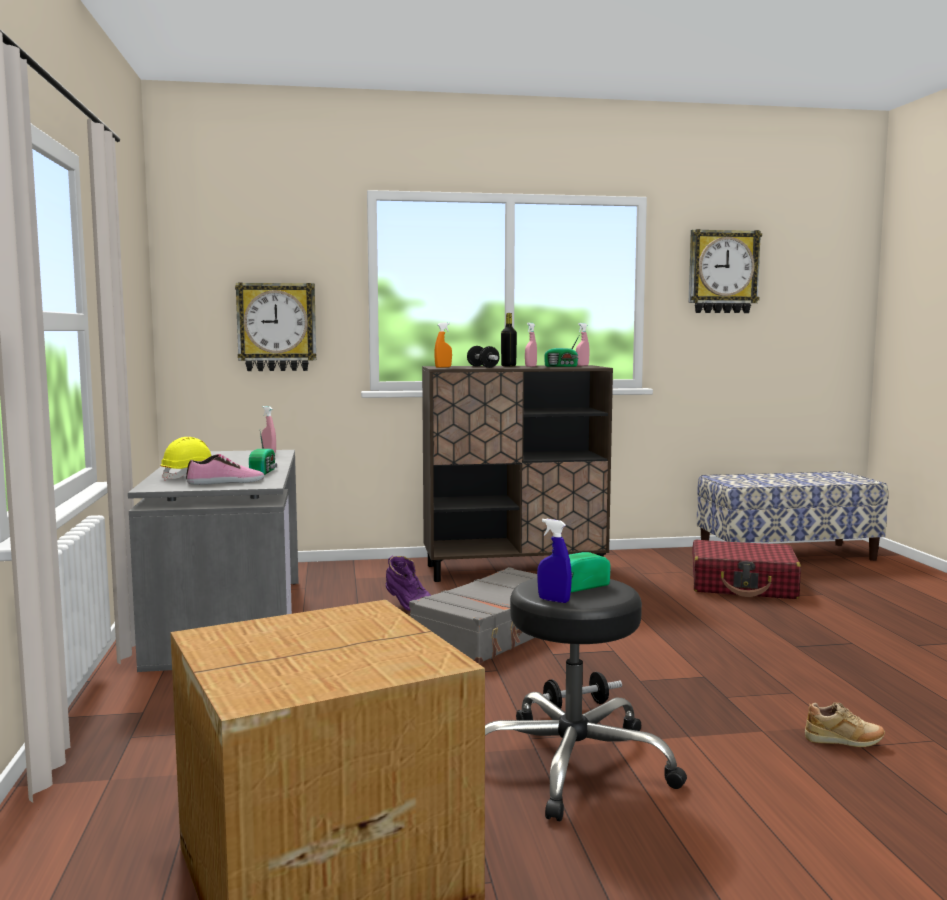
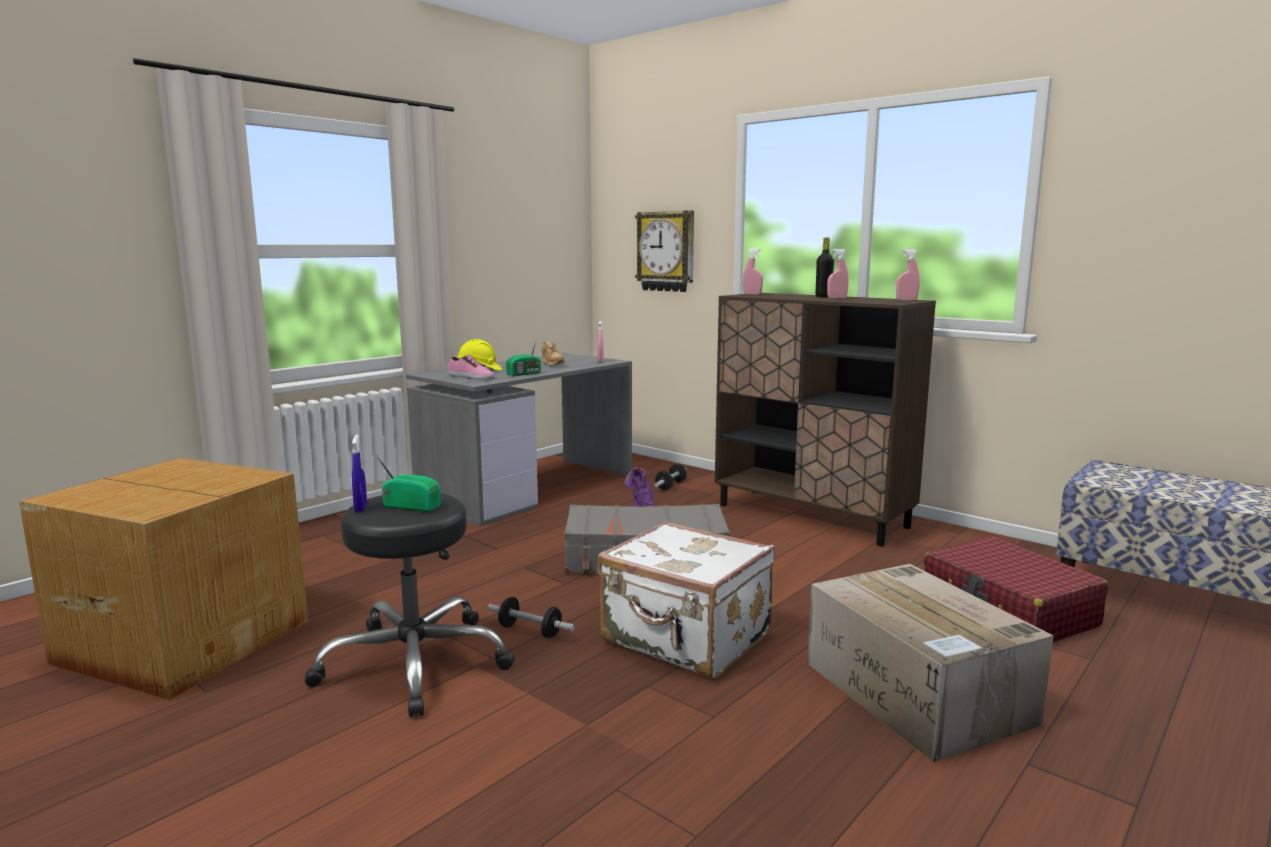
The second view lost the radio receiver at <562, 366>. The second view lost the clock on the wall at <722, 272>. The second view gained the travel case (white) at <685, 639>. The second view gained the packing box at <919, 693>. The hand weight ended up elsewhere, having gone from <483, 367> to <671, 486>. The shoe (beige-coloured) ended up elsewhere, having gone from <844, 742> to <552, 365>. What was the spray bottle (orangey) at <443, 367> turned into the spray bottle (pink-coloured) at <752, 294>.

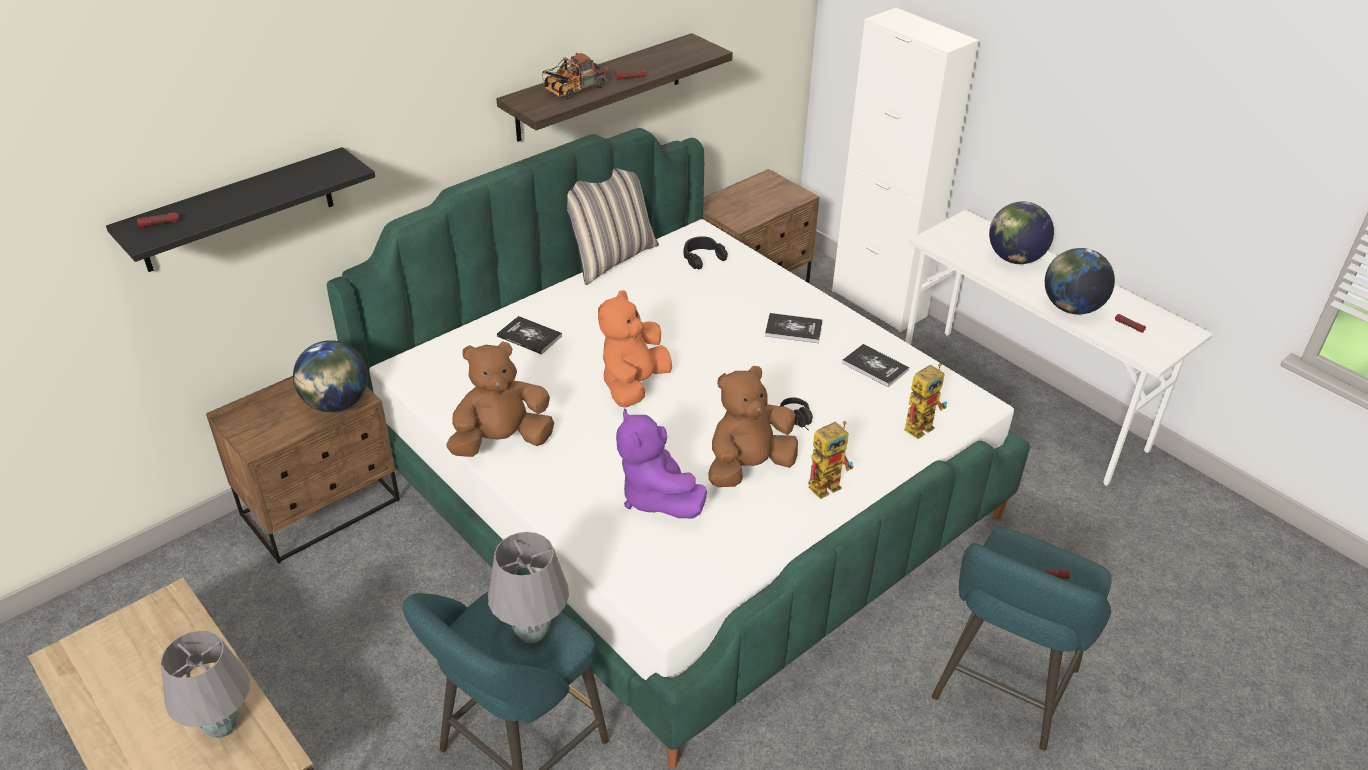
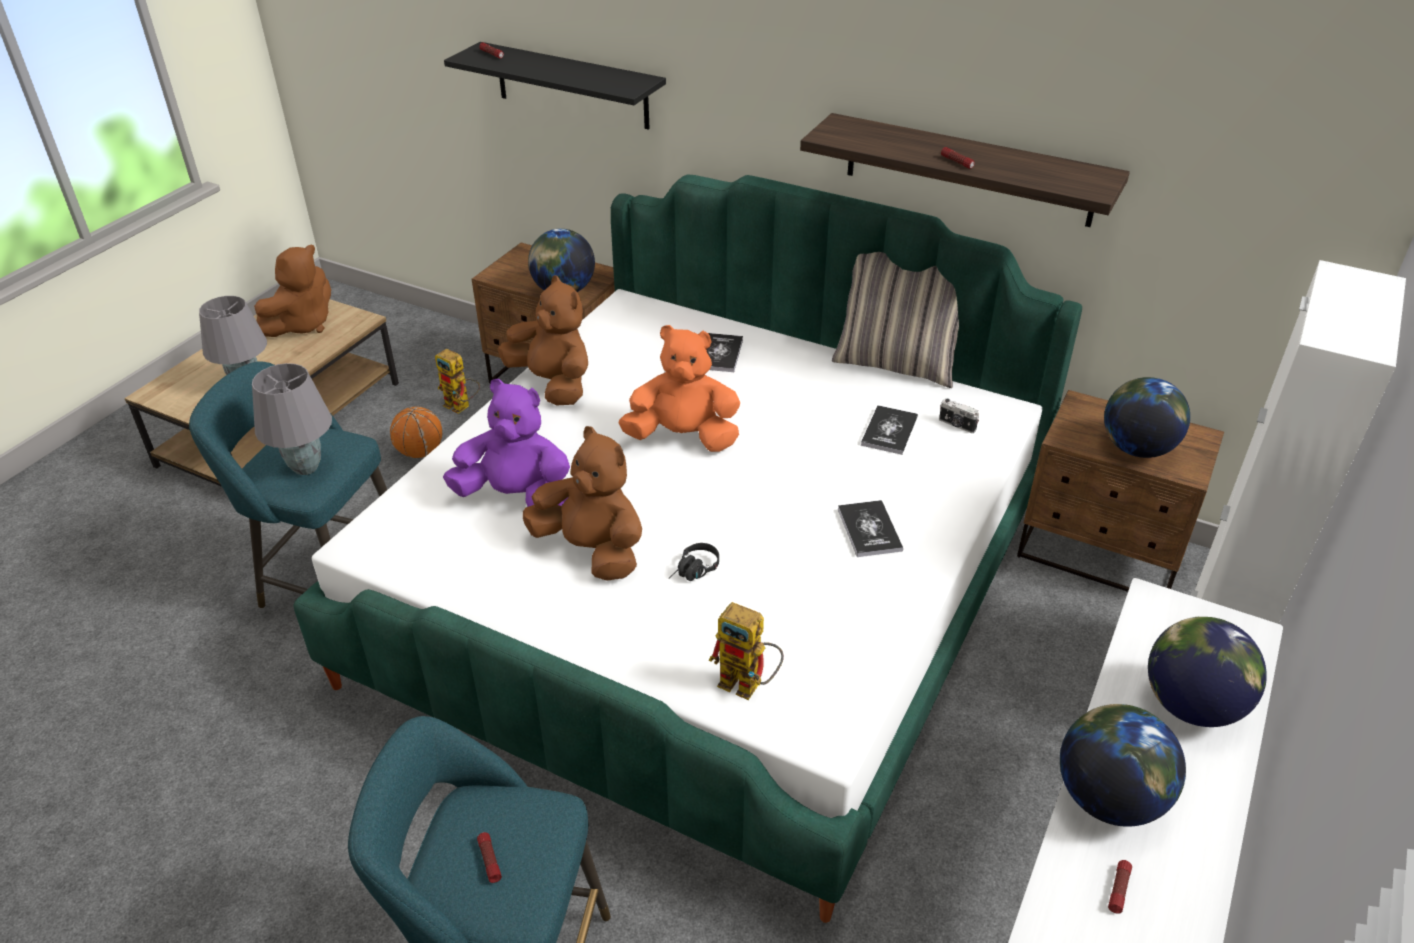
The second view lost the model truck at <572, 90>. The second view gained the cuddly toy (brown) at <302, 324>. The second view gained the basketball at <420, 452>. The second view gained the globe at <1136, 448>. The model robot ended up elsewhere, having gone from <828, 483> to <462, 406>. The volume ended up elsewhere, having gone from <875, 366> to <889, 431>. Where the headset (black) stood at <702, 257>, the photo camera came to stand at <956, 425>. The cuddly toy (purple-coloured) at <656, 497> ended up facing another way, 60 degrees clockwise from before.

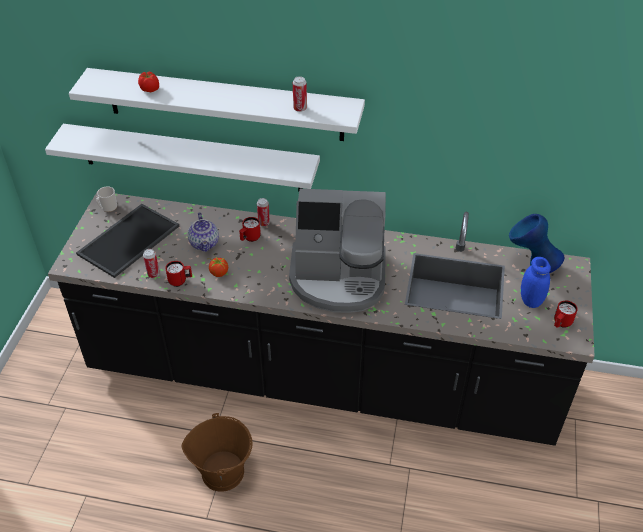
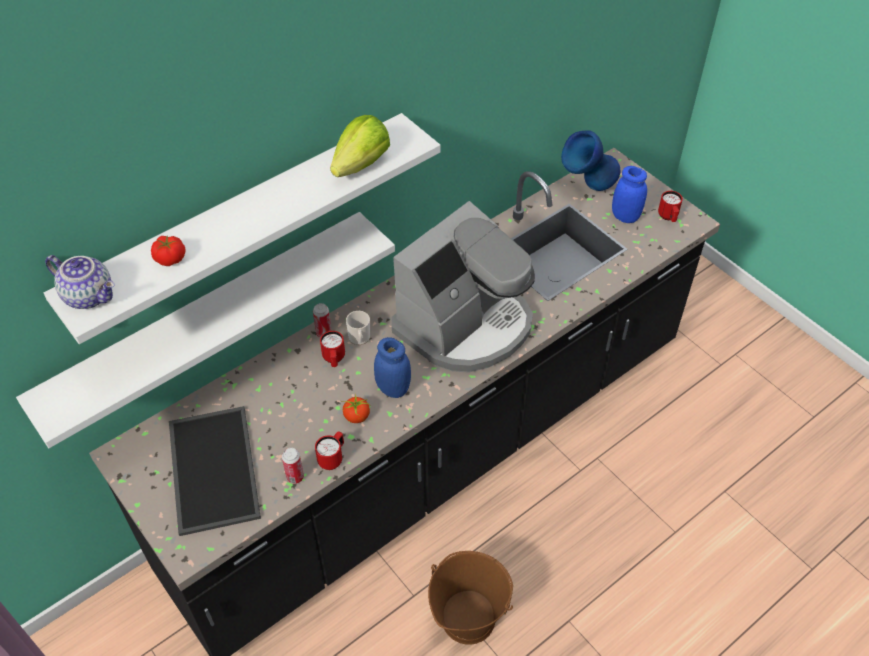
The second view gained the jar (bluish) at <393, 388>. The coffee mug ended up elsewhere, having gone from <108, 208> to <359, 339>. The pot for tea ended up elsewhere, having gone from <205, 243> to <90, 295>. Where the can stood at <300, 108>, the head of lettuce came to stand at <361, 164>.

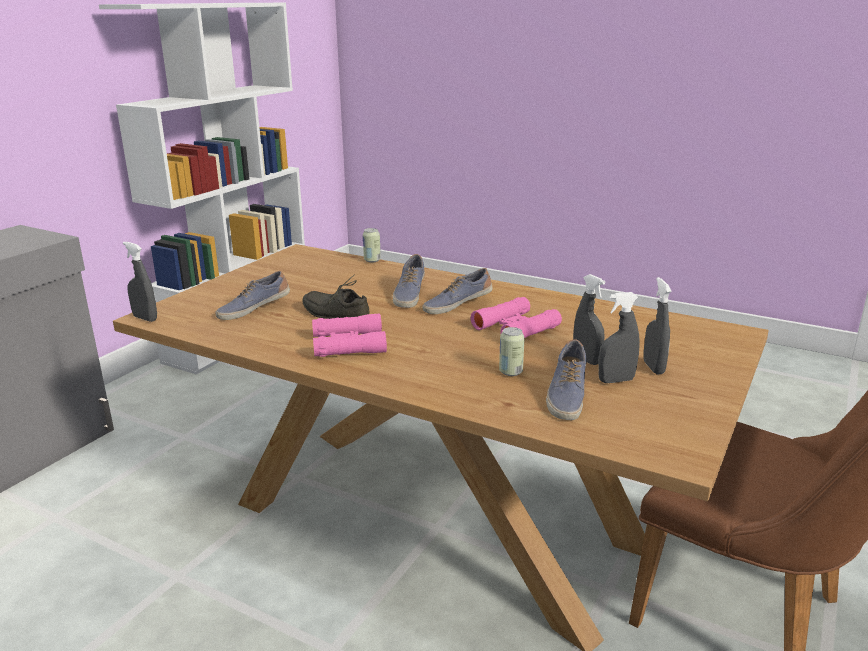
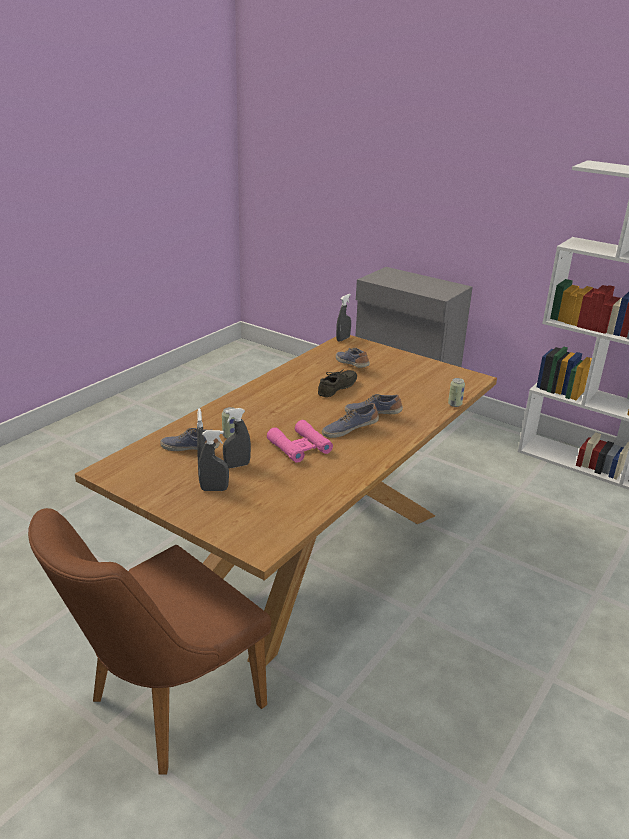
The second view lost the field glasses (pink-coloured) at <348, 344>. The shoe at <457, 305> ended up facing another way, 90 degrees counterclockwise from before.

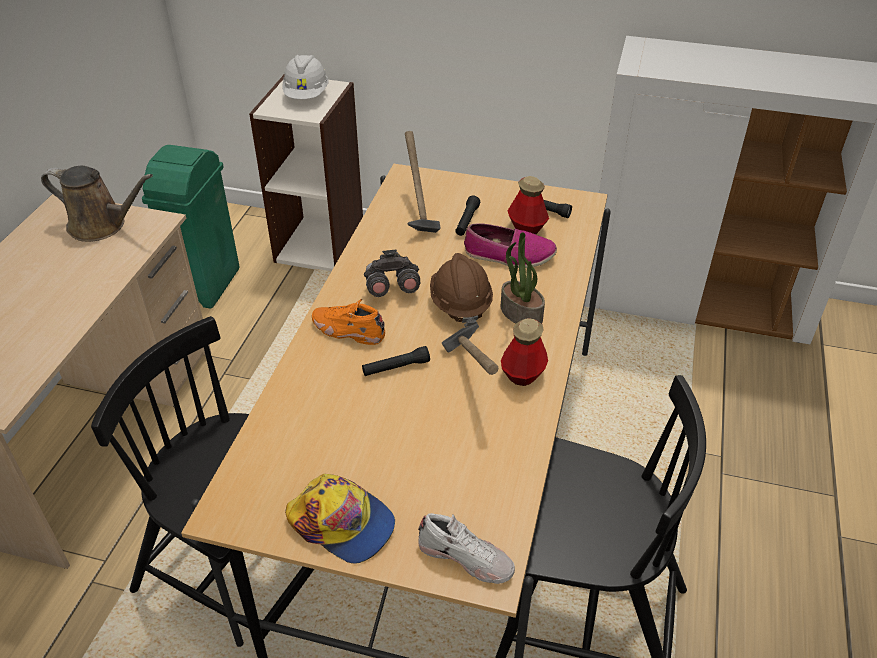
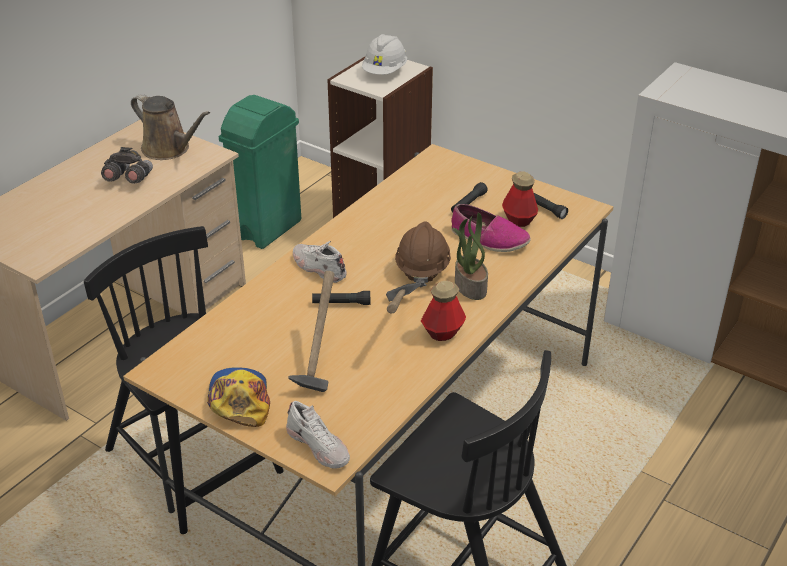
The field glasses (grey) ended up elsewhere, having gone from <391, 288> to <128, 180>. The tool hammer ended up elsewhere, having gone from <417, 212> to <318, 362>. What was the shoe (orangey) at <347, 331> turned into the shoe (white) at <318, 268>. The peaked cap at <342, 523> ended up facing another way, 150 degrees counterclockwise from before.

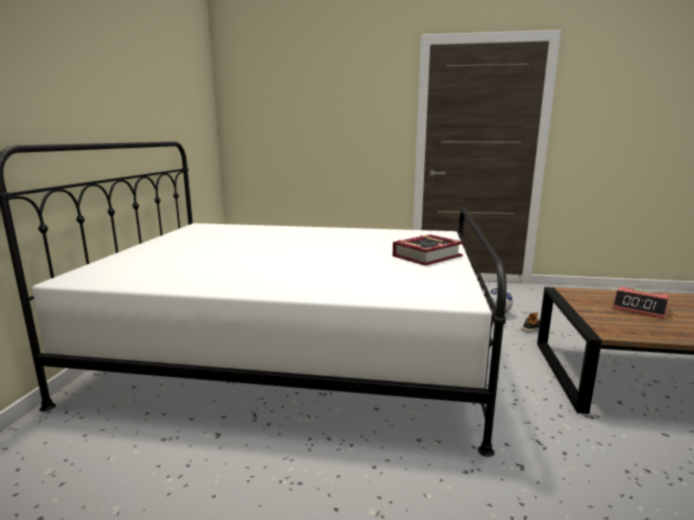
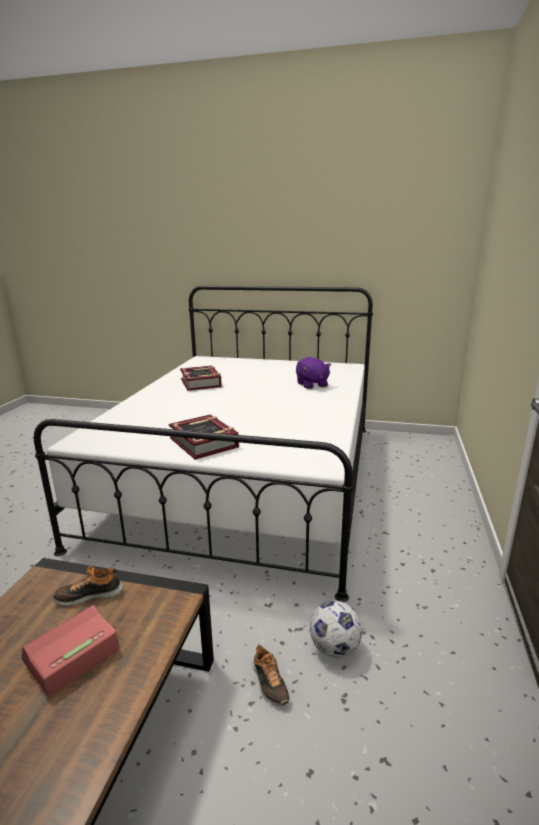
The second view gained the shoe at <89, 595>. The second view gained the volume at <201, 383>. The second view gained the cuddly toy (purple-coloured) at <311, 384>.

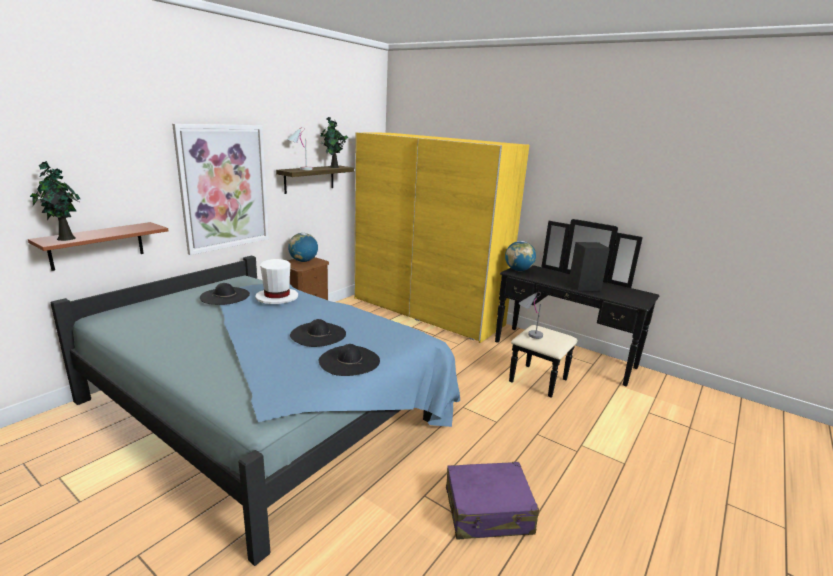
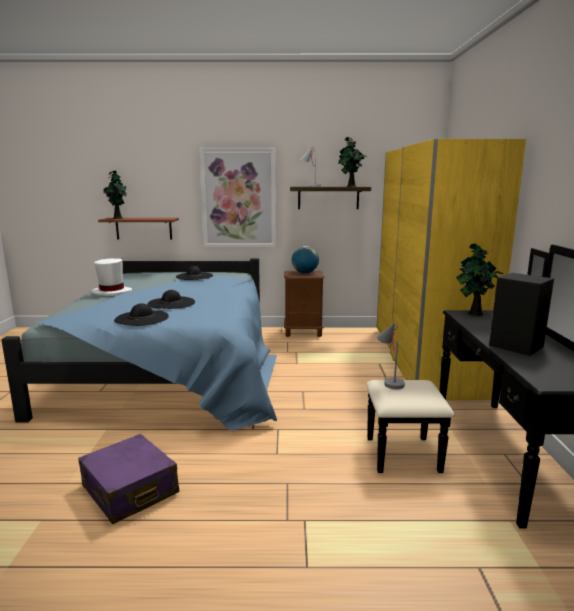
The clothing hat (white) ended up elsewhere, having gone from <277, 297> to <112, 292>. Where the globe stood at <518, 270>, the houseplant came to stand at <474, 313>.

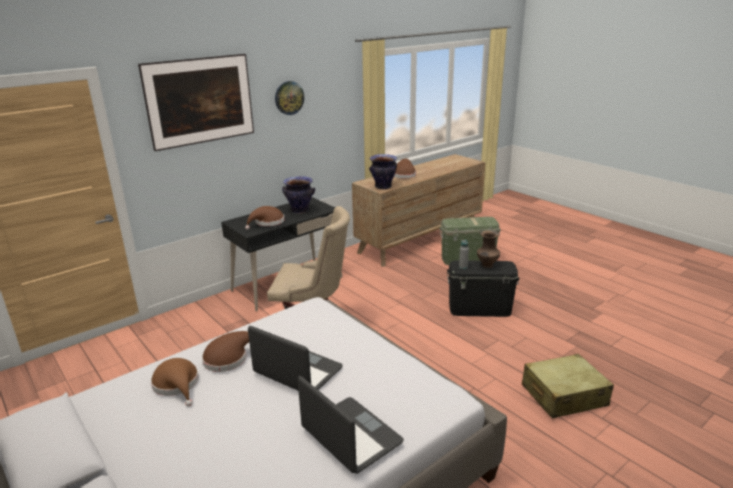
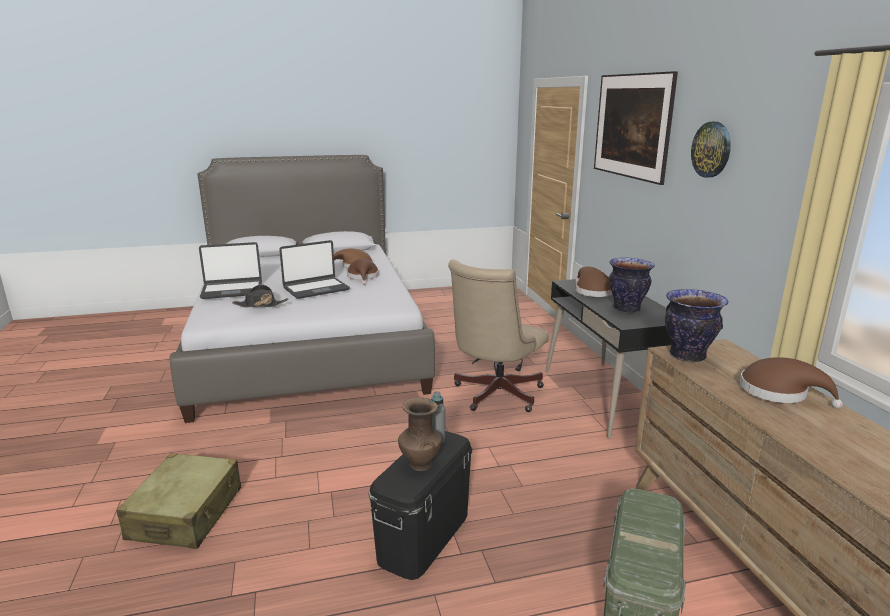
The second view gained the clothing hat (black) at <260, 305>.

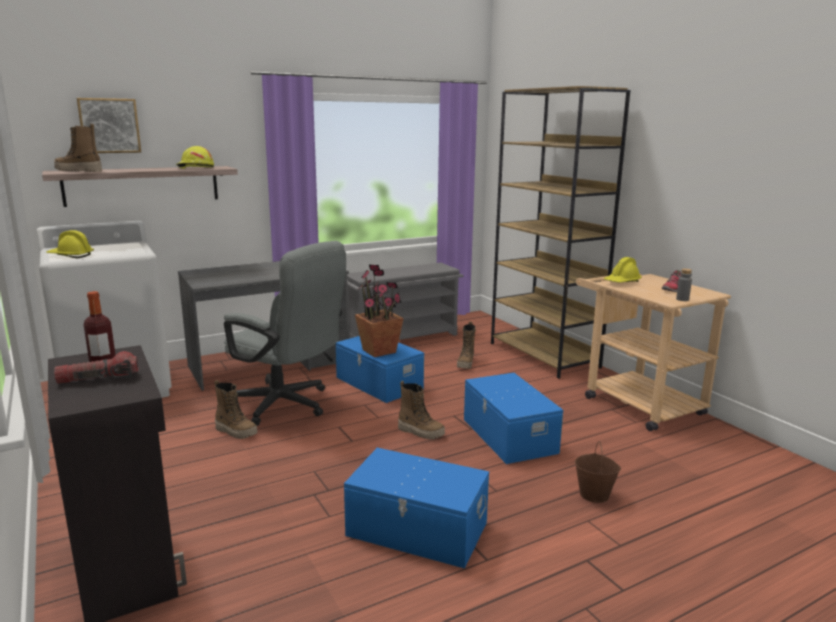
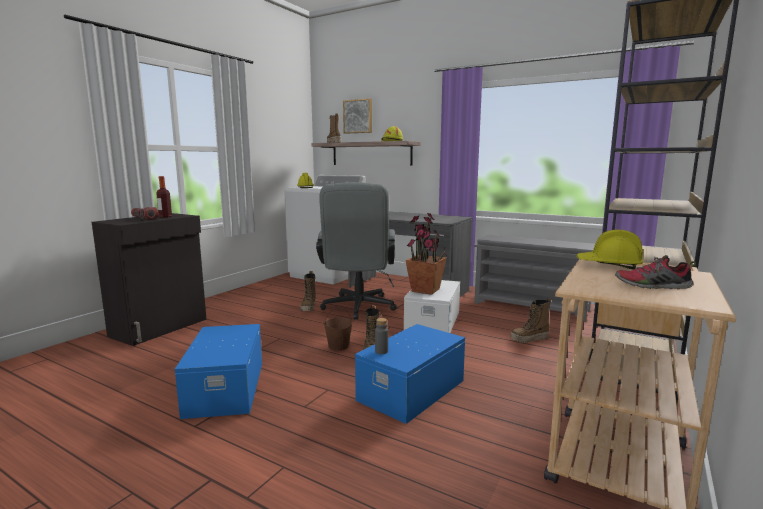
The water bucket (brown) ended up elsewhere, having gone from <594, 495> to <338, 346>. The bottle (grey) ended up elsewhere, having gone from <682, 299> to <381, 351>. What was the storage container (bluish) at <378, 383> turned into the storage container (white) at <432, 321>.

